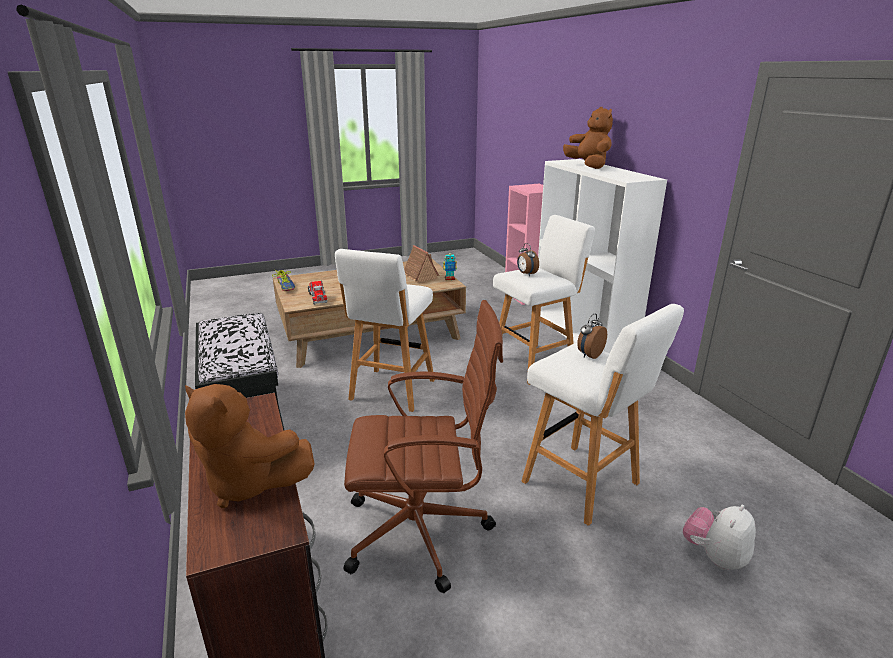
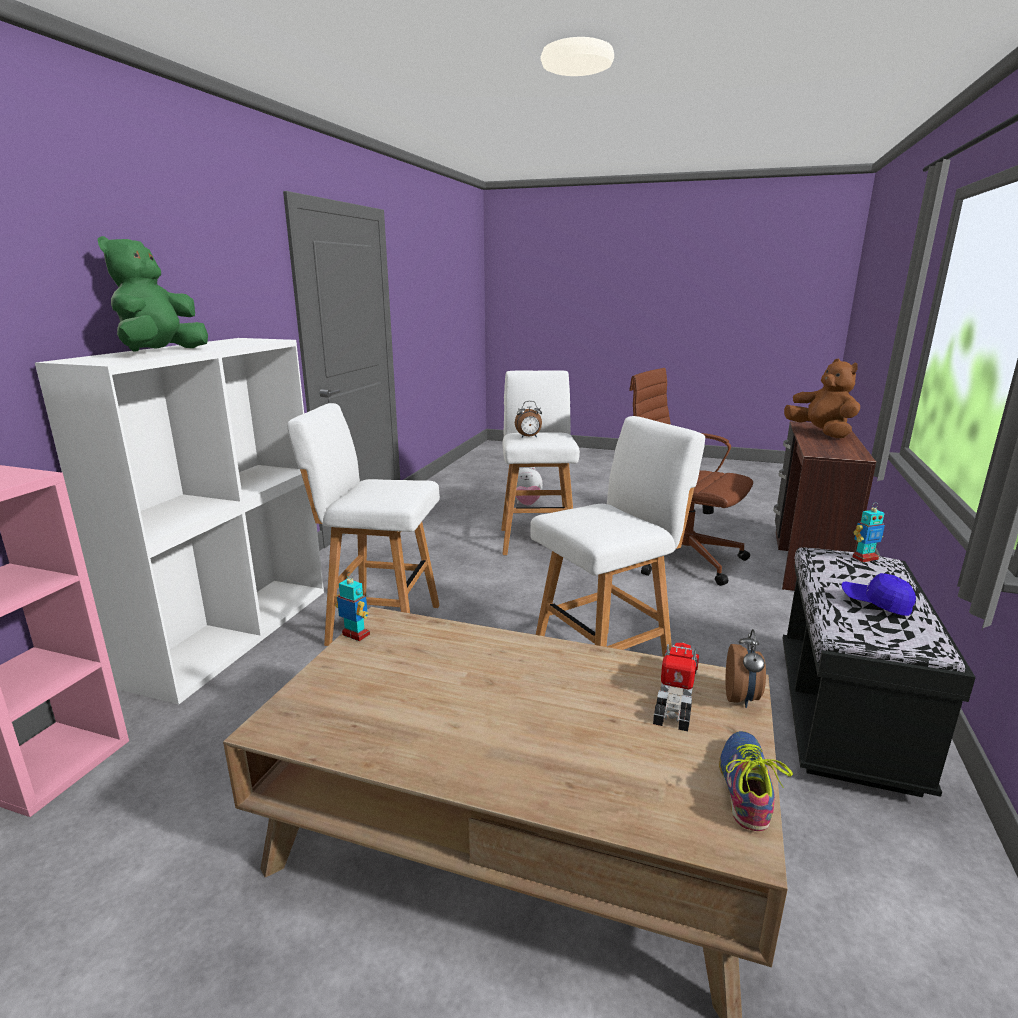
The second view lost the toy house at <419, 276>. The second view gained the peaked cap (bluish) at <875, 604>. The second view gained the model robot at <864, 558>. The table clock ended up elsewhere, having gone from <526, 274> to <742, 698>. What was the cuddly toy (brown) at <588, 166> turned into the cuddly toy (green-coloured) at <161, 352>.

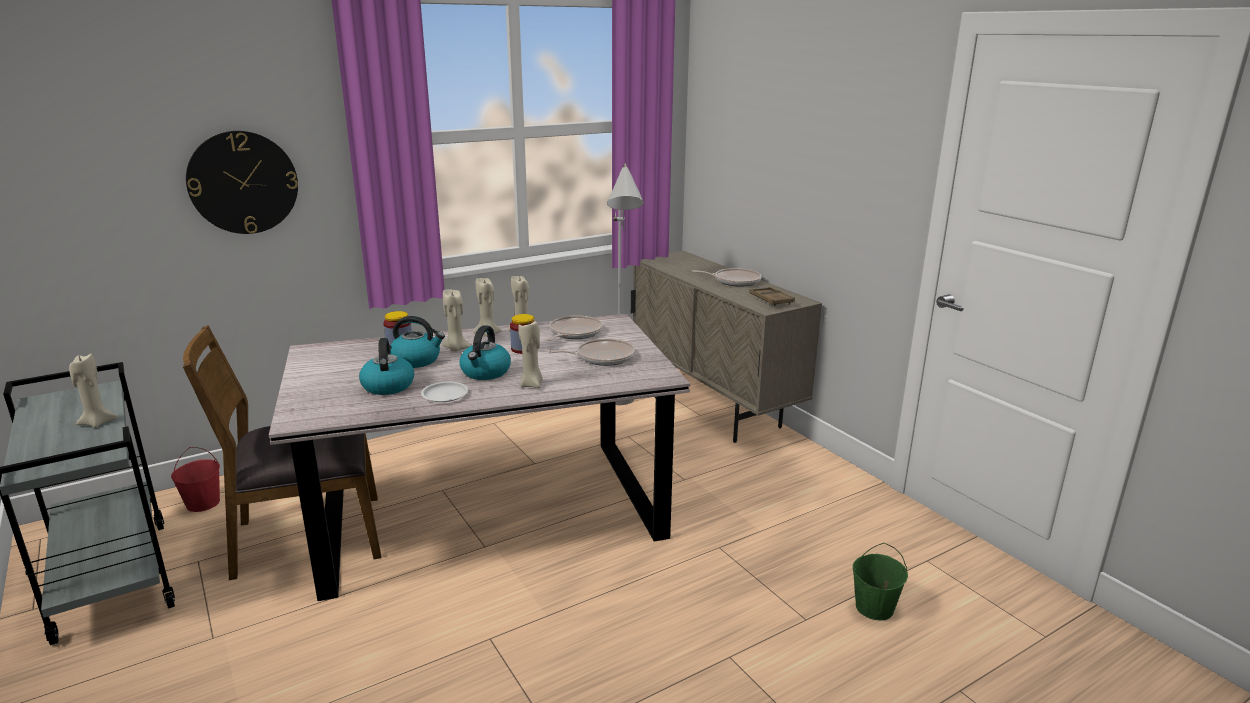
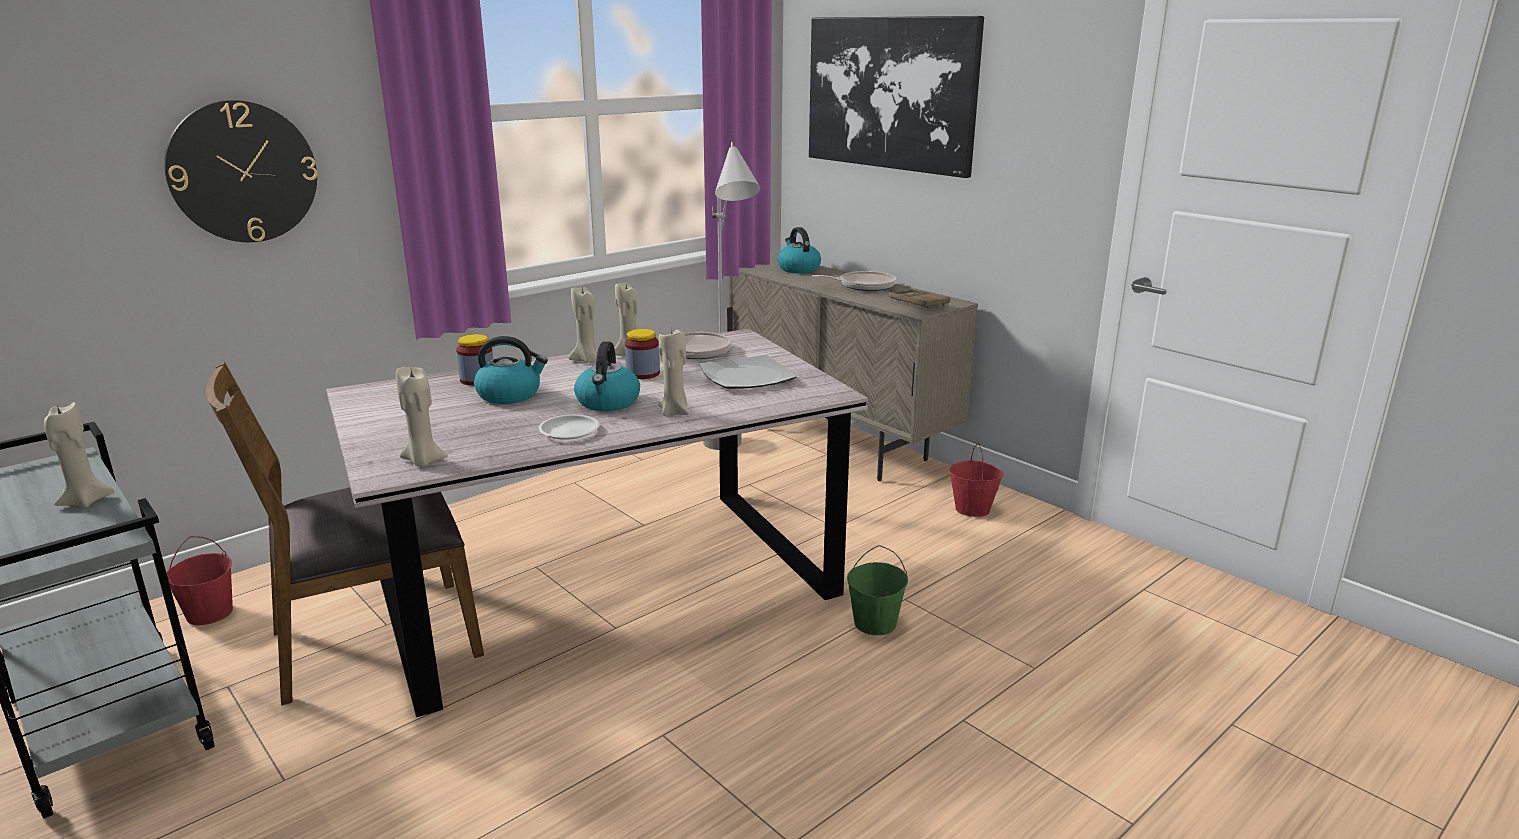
The second view gained the wall art at <890, 93>. The second view gained the water bucket (red) at <973, 509>. The tea kettle ended up elsewhere, having gone from <388, 385> to <798, 269>. The candle (beige-coloured) ended up elsewhere, having gone from <456, 349> to <423, 461>. The water bucket (green-coloured) ended up elsewhere, having gone from <874, 607> to <874, 623>. Where the skillet stood at <602, 357>, the flat dish came to stand at <745, 376>.

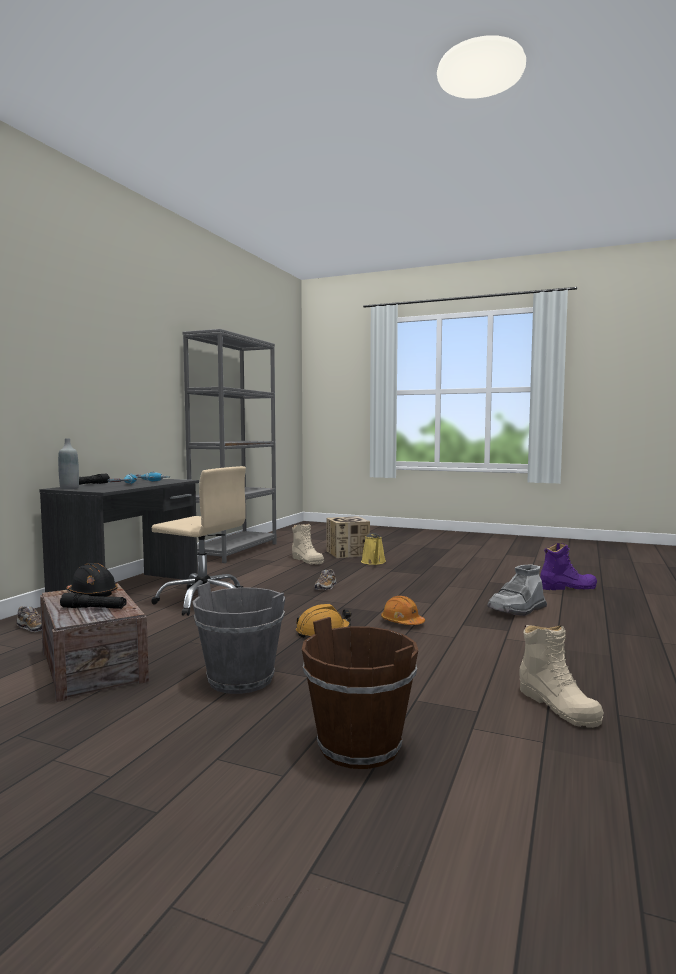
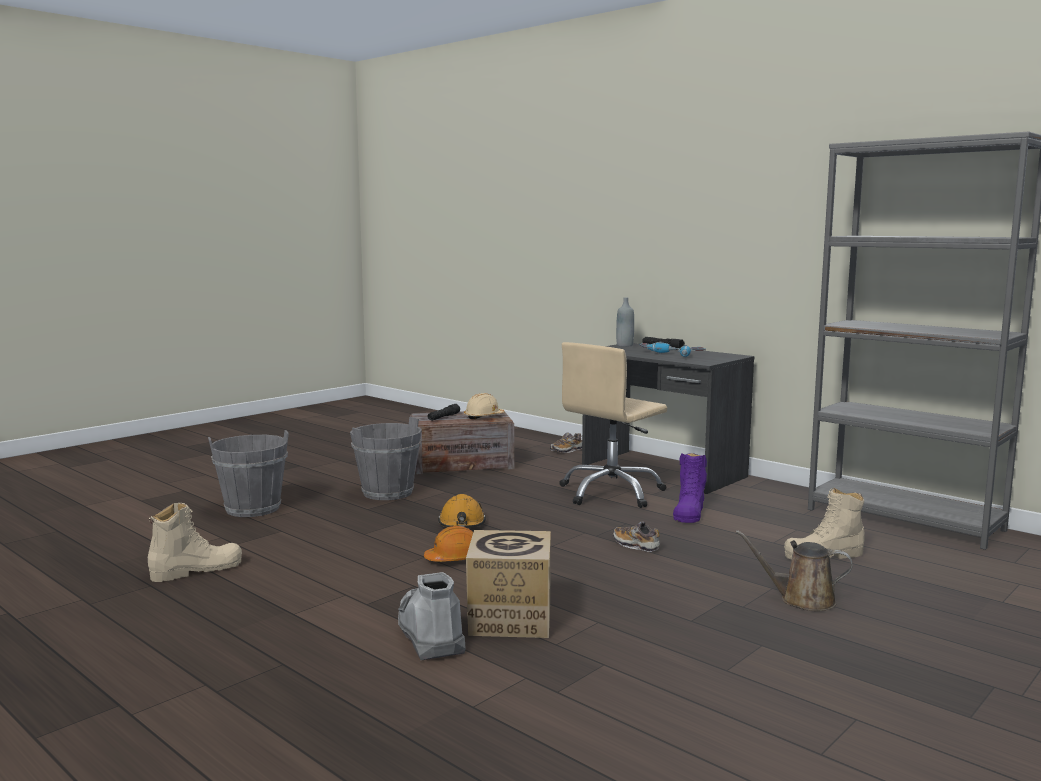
The packing box ended up elsewhere, having gone from <347, 553> to <510, 619>. The boot (purple-coloured) ended up elsewhere, having gone from <568, 587> to <689, 512>. What was the hard hat (black) at <92, 594> turned into the hard hat (beige-coloured) at <483, 417>. What was the water bucket (brown) at <358, 746> turned into the water bucket (grey) at <253, 508>. What was the sprinkling can (yellow-coloured) at <374, 562> turned into the sprinkling can (brown) at <801, 600>. The boot (beige-coloured) at <558, 706> ended up facing another way, 150 degrees clockwise from before.

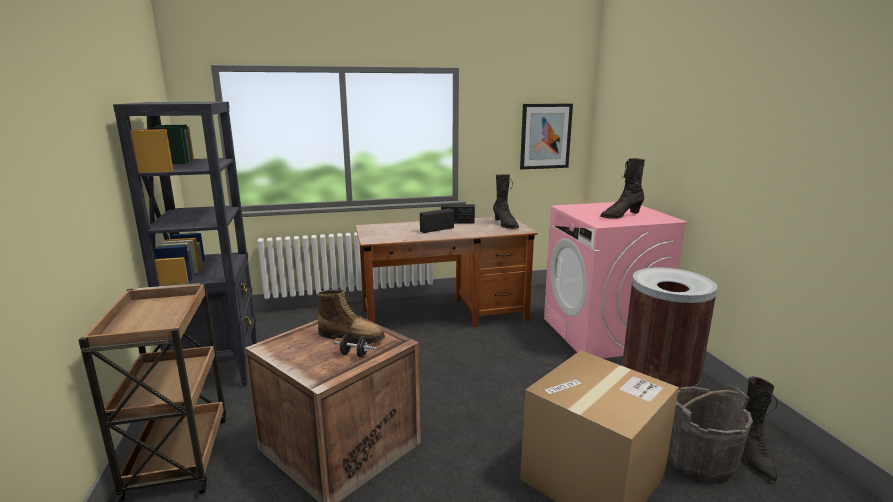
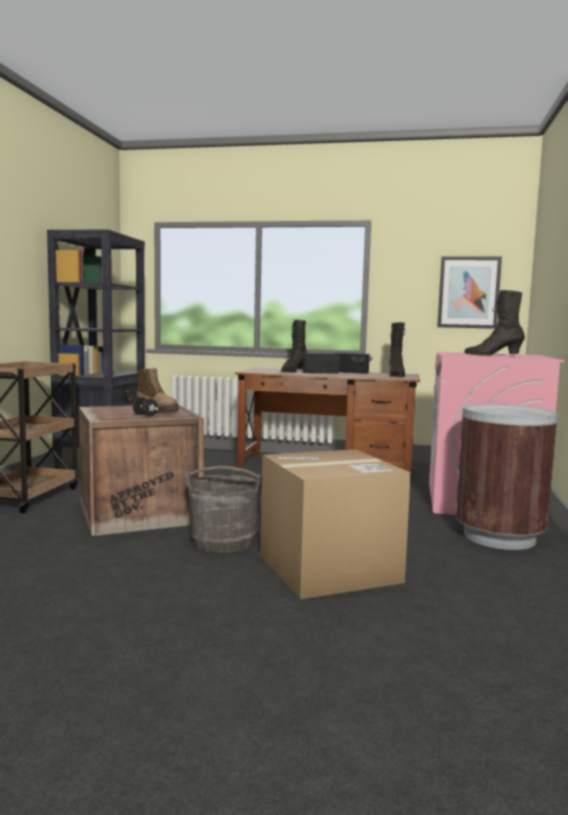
The water bucket (grey) ended up elsewhere, having gone from <699, 460> to <223, 542>. The boot (black) ended up elsewhere, having gone from <753, 458> to <293, 371>.

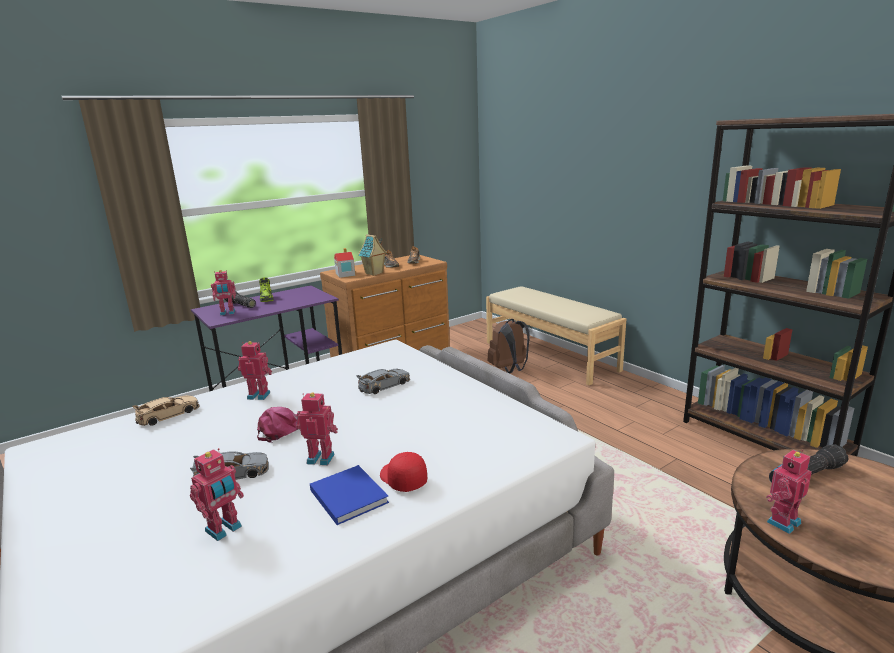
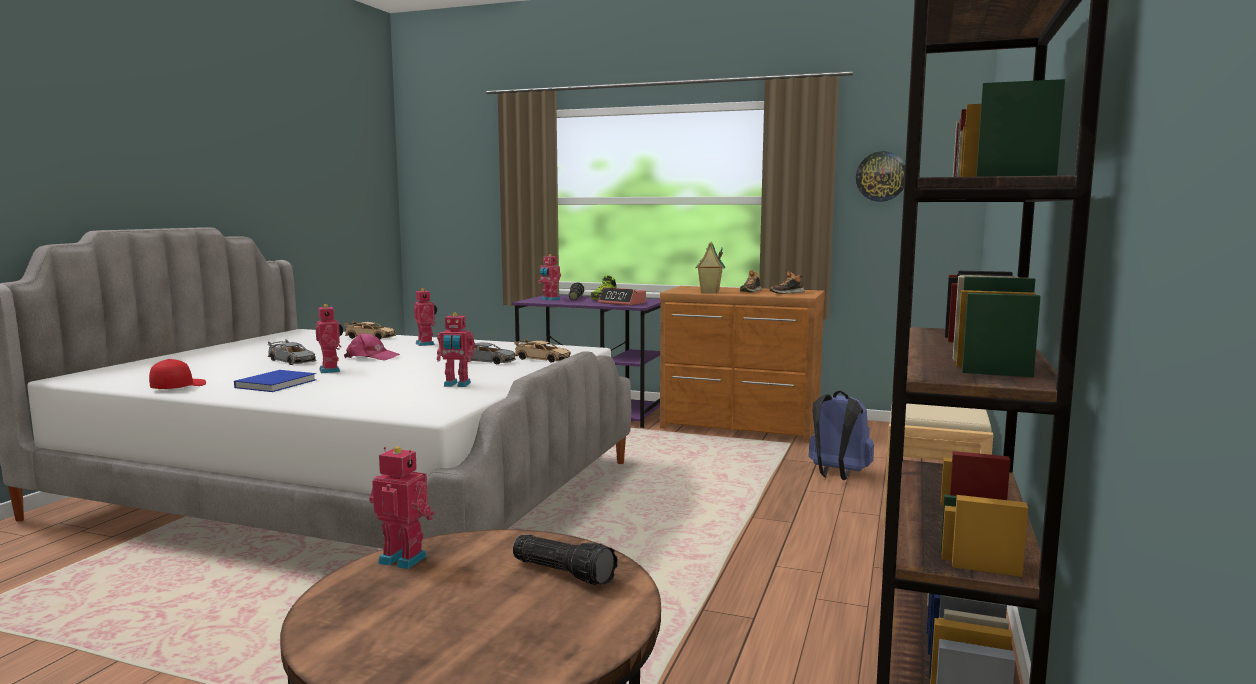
The second view lost the toy house at <345, 274>. The second view gained the model car (beige-coloured) at <542, 359>. The second view gained the table clock at <622, 303>. The second view gained the clock on the wall at <881, 176>. The model robot ended up elsewhere, having gone from <225, 529> to <456, 385>. The peaked cap (red) ended up elsewhere, having gone from <402, 479> to <178, 387>. What was the backpack (brown) at <509, 369> turned into the backpack (bluish) at <837, 475>.

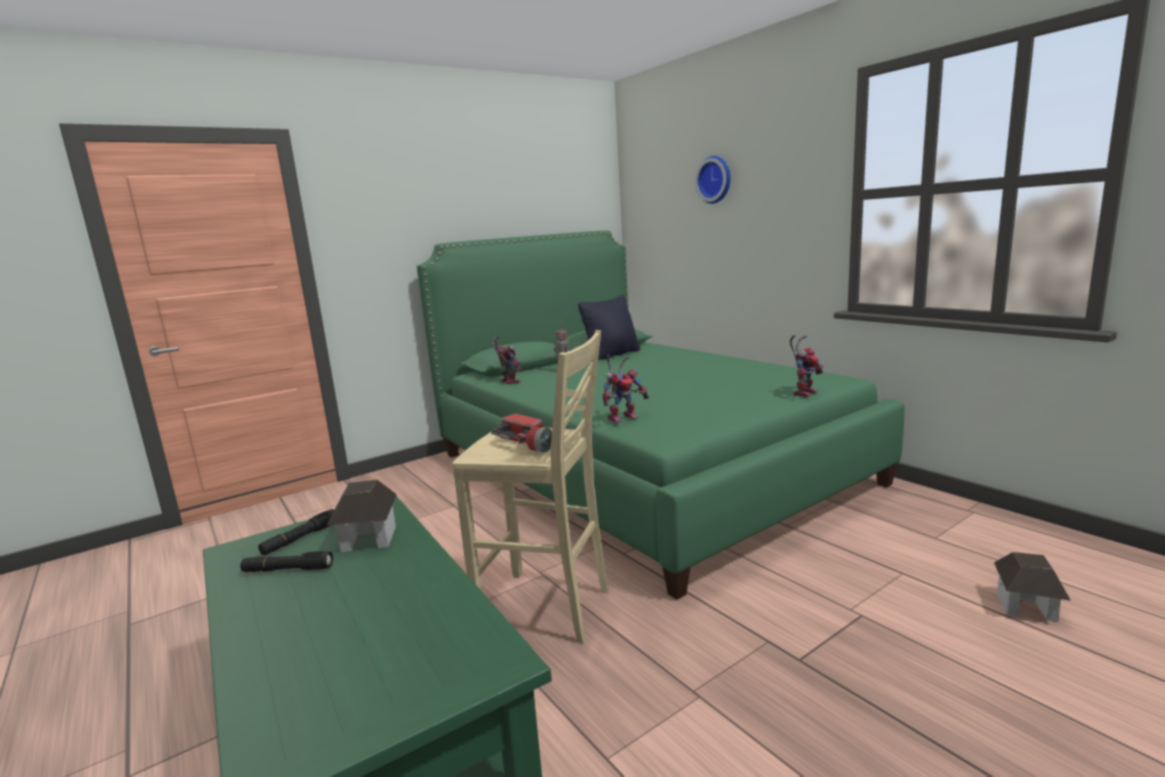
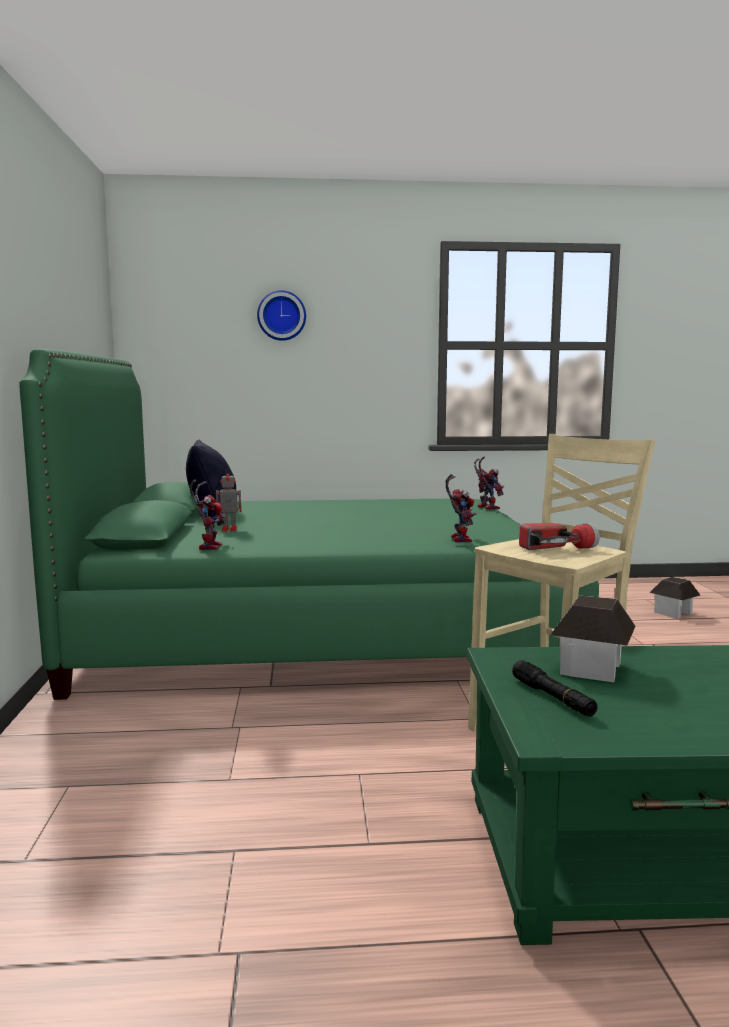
The second view lost the hand torch (black) at <288, 570>. The model robot at <507, 382> ended up facing another way, 90 degrees clockwise from before.

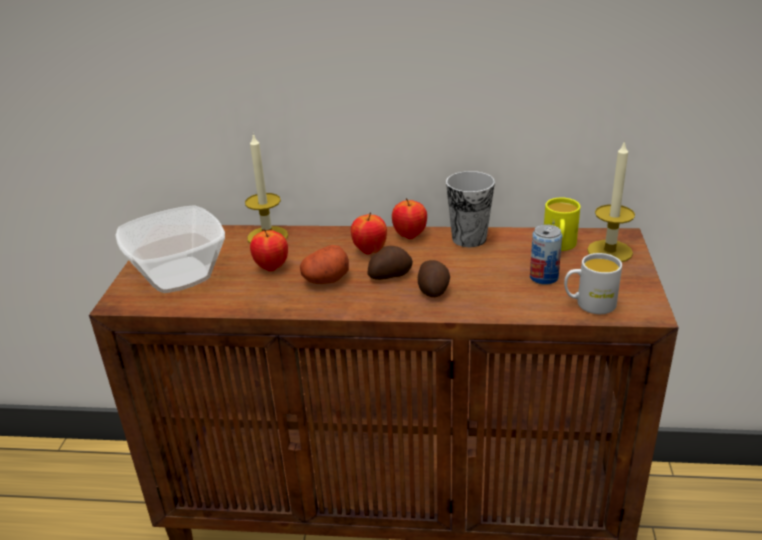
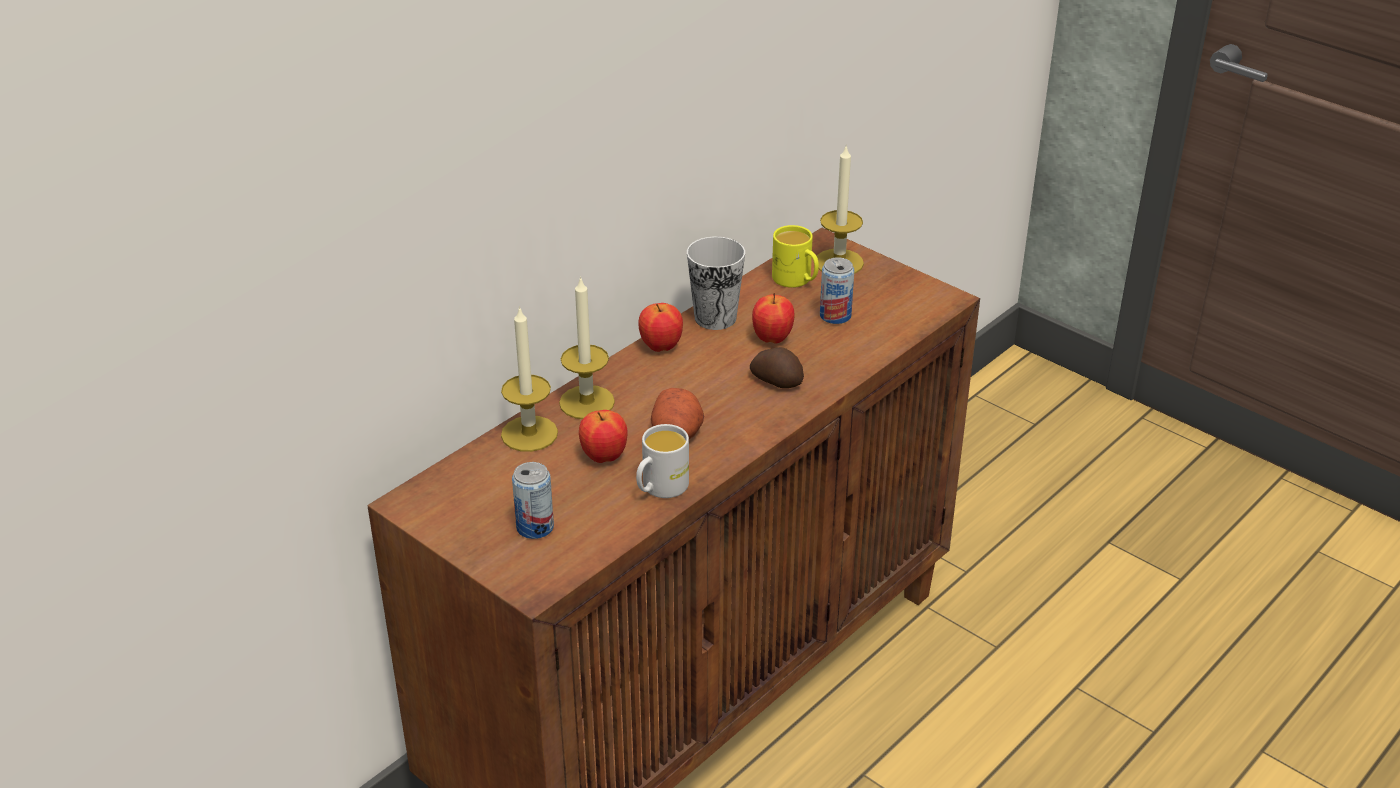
The second view lost the spud at <389, 274>. The second view gained the candle at <587, 402>. The apple ended up elsewhere, having gone from <370, 251> to <772, 339>. The coffee mug (white) ended up elsewhere, having gone from <589, 304> to <660, 488>. Where the deep dish stood at <178, 277>, the can came to stand at <535, 527>.

